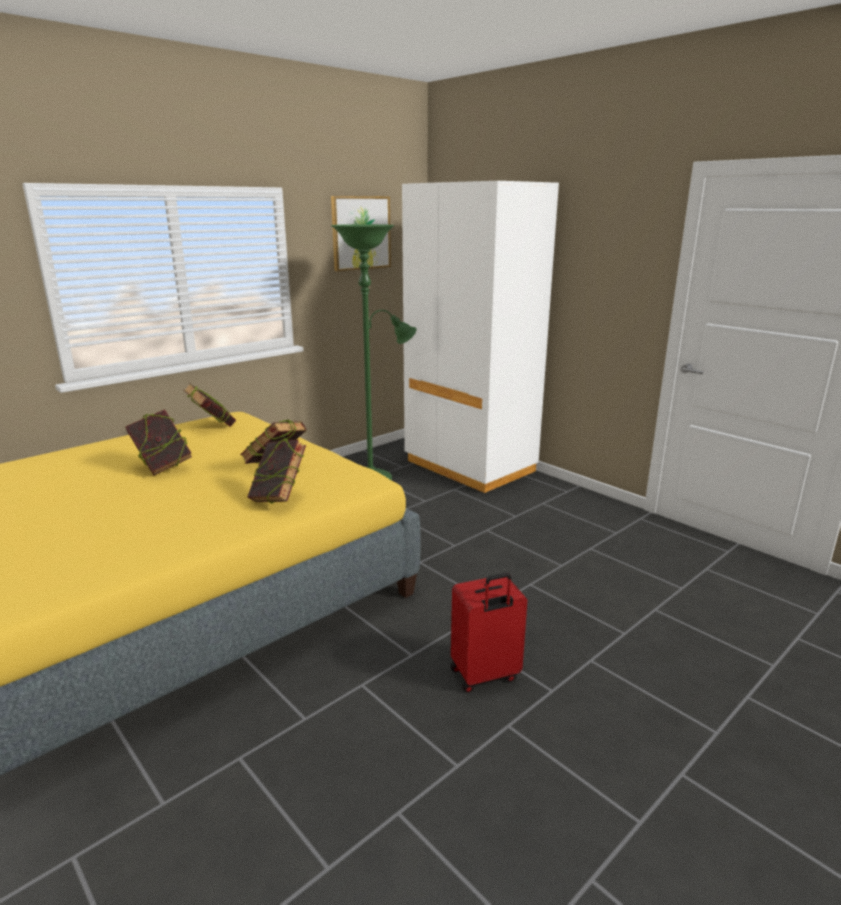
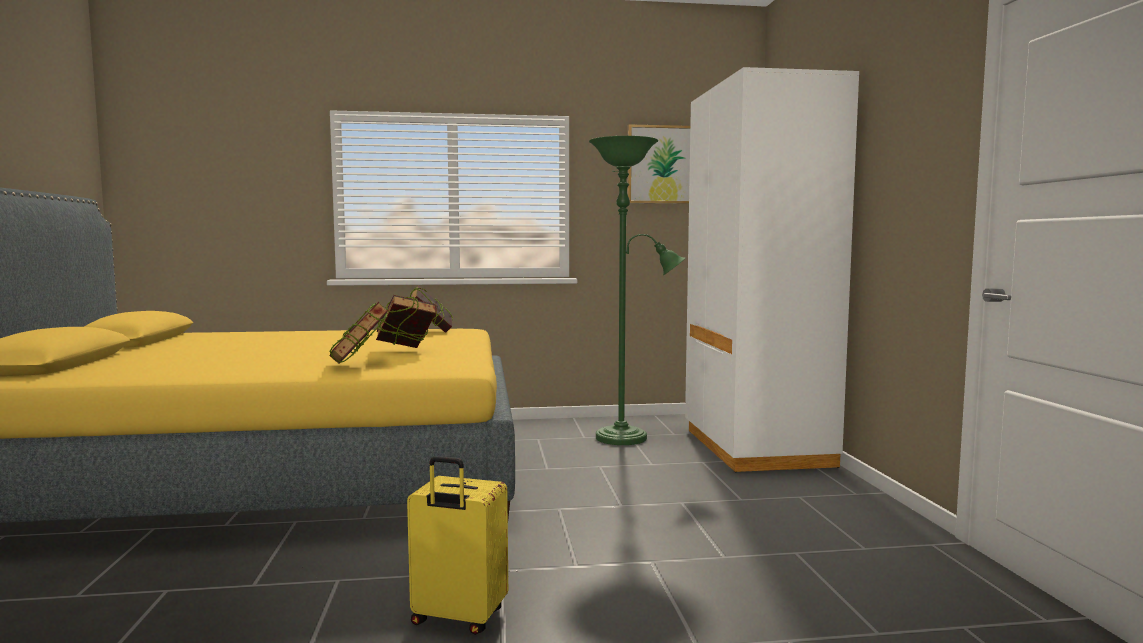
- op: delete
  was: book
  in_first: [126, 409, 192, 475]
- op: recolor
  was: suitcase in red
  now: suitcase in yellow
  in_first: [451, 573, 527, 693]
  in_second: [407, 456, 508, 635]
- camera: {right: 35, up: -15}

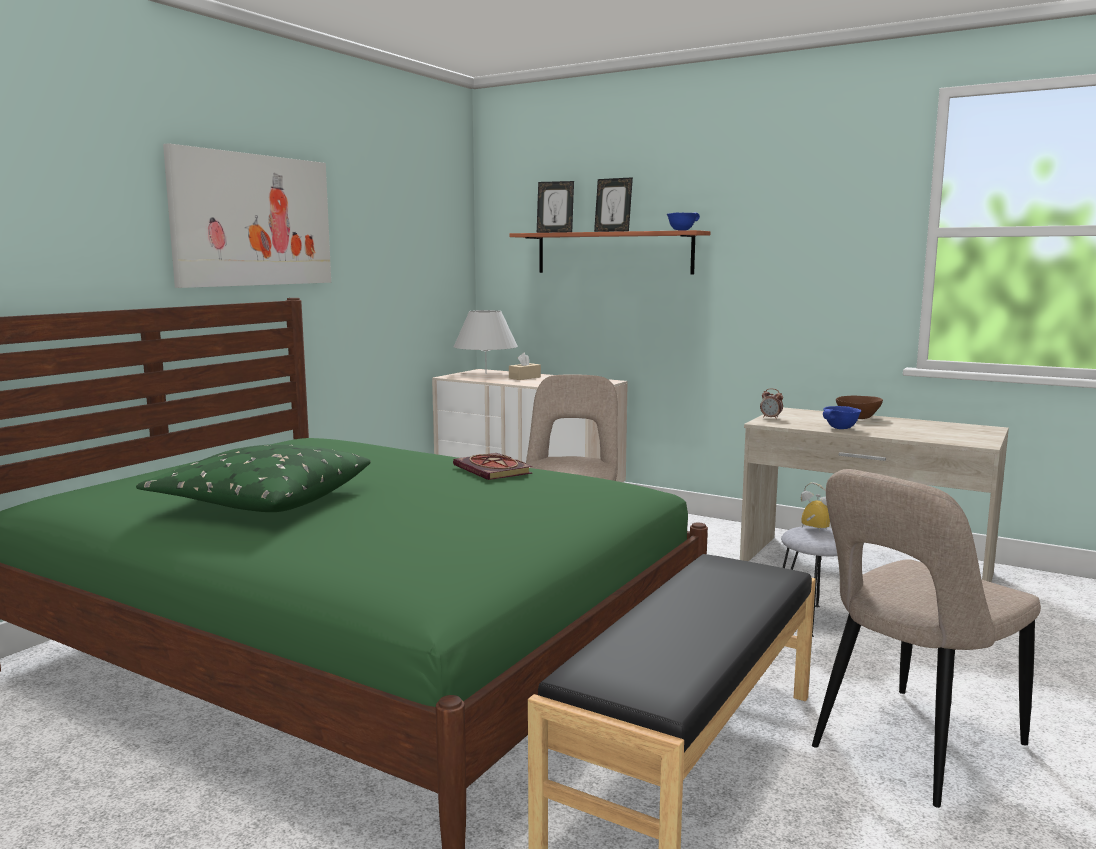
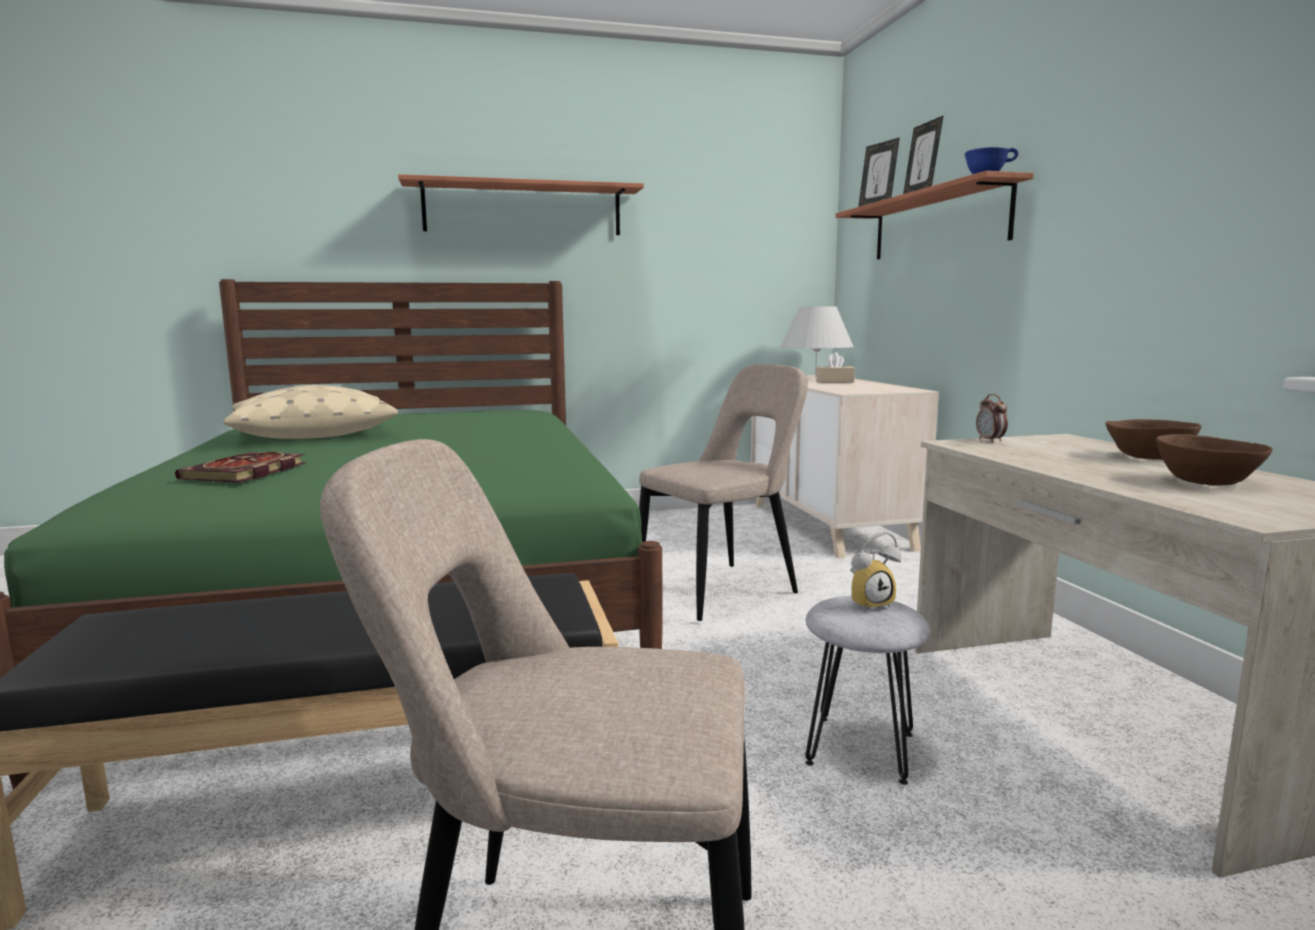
- op: recolor
  was: pillow in green
  now: pillow in beige
  in_first: [136, 444, 371, 512]
  in_second: [223, 385, 398, 439]
- op: replace
  was: picture
  now: shelf
  in_first: [163, 143, 331, 288]
  in_second: [398, 174, 644, 235]
- op: move
  was: book
  in_first: [453, 453, 532, 480]
  in_second: [175, 452, 306, 482]
- op: rotate
  was: alarm clock
  in_first: [801, 482, 830, 532]
  in_second: [850, 532, 901, 612]
  clockwise: 75
- op: delete
  was: bowl in blue
  in_first: [823, 406, 861, 429]
- op: insert
  now: bowl in brown
  in_second: [1156, 434, 1273, 486]
- camera: {right: 45, up: 0}

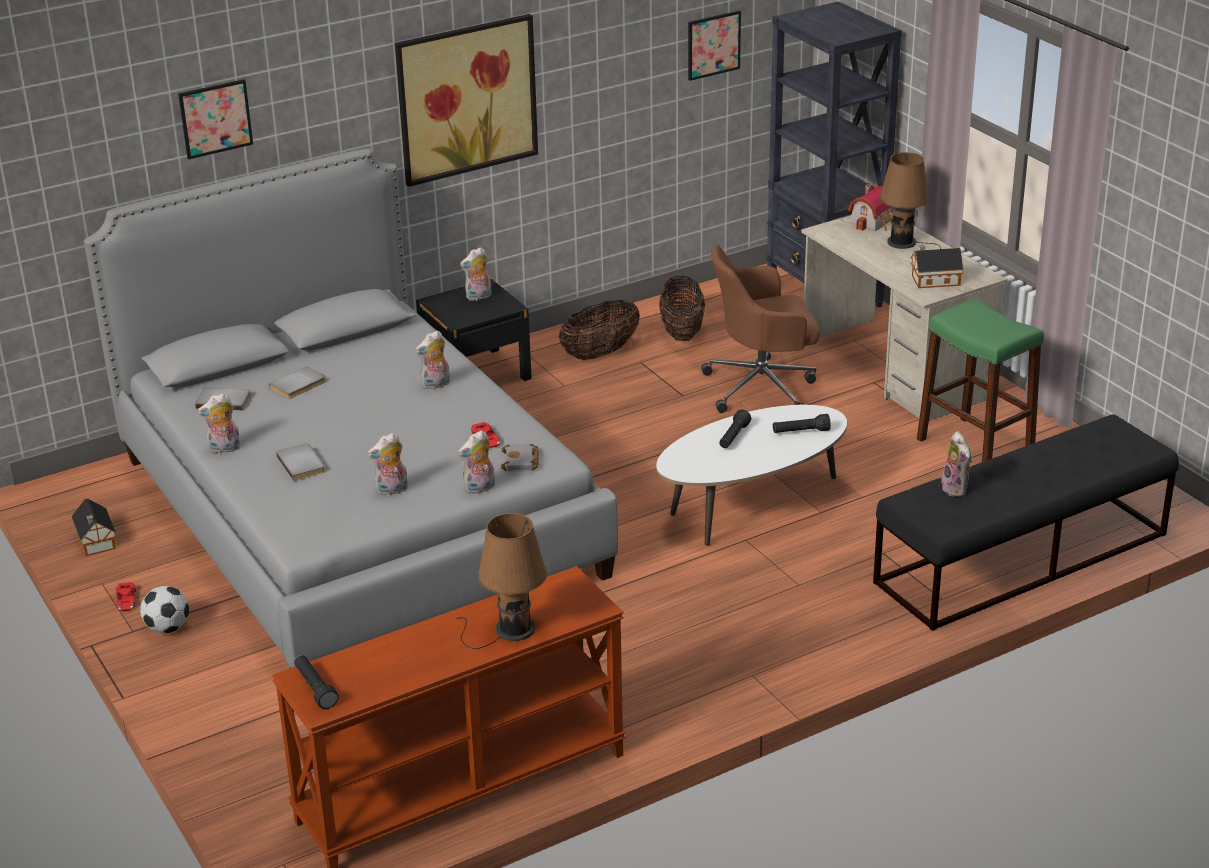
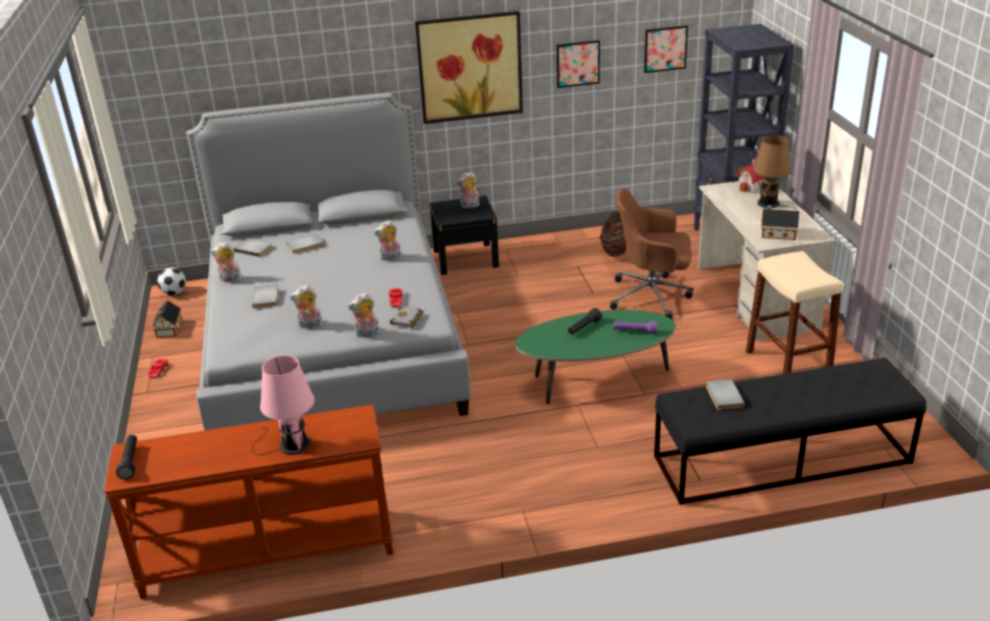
- op: move
  was: football
  in_first: [140, 586, 189, 634]
  in_second: [157, 268, 186, 295]
- op: move
  was: picture
  in_first: [178, 79, 253, 159]
  in_second: [557, 40, 600, 88]
- op: recolor
  was: table lamp in brown
  now: table lamp in pink
  in_first: [456, 513, 547, 649]
  in_second: [252, 355, 315, 455]
- op: delete
  was: basket
  in_first: [559, 300, 640, 360]
- op: recolor
  was: coffee table in white
  now: coffee table in green
  in_first: [656, 405, 847, 546]
  in_second: [516, 310, 675, 404]
- op: recolor
  was: flashlight in black
  now: flashlight in purple
  in_first: [773, 414, 831, 433]
  in_second: [614, 321, 657, 334]
- op: recolor
  was: stool in green
  now: stool in beige
  in_first: [917, 298, 1044, 462]
  in_second: [746, 251, 843, 374]
- op: replace
  was: plush toy
  now: book in grey
  in_first: [941, 431, 972, 497]
  in_second: [706, 379, 745, 410]
- camera: {right: 20, up: 0}

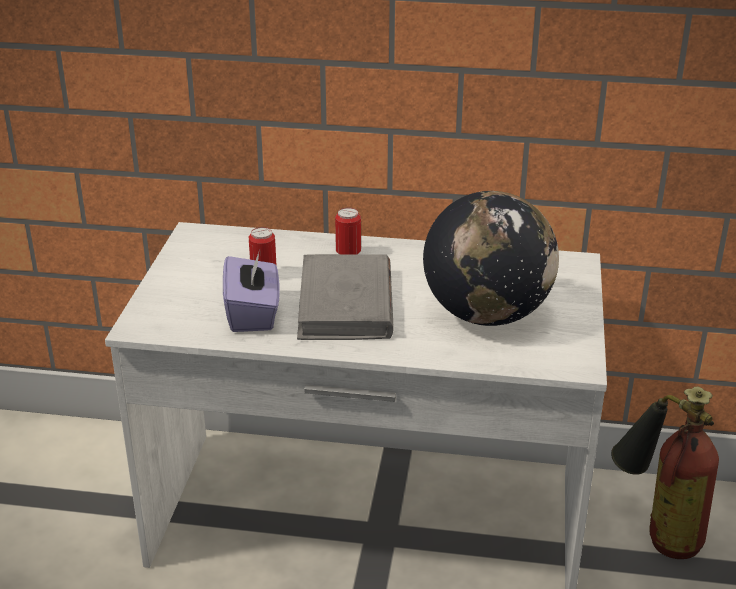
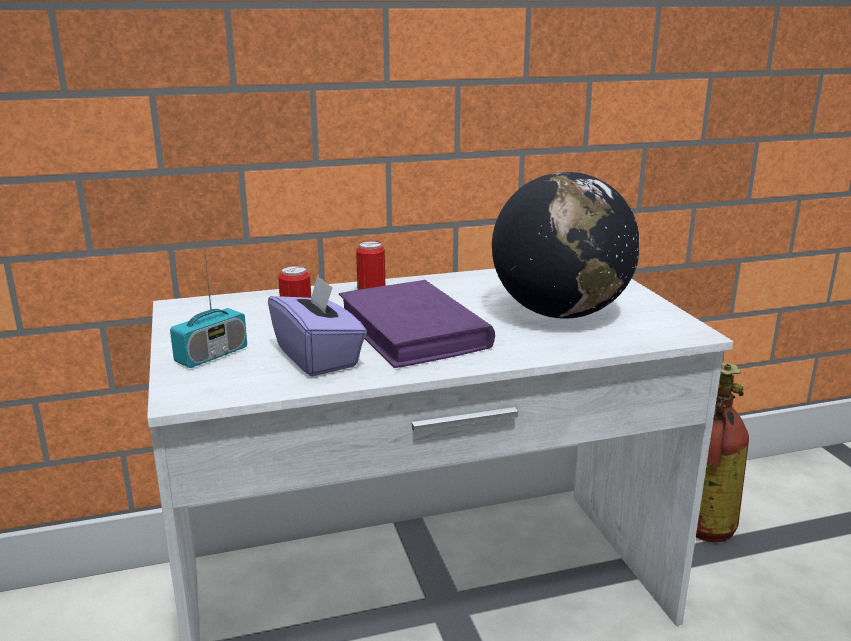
- op: recolor
  was: book in grey
  now: book in purple
  in_first: [297, 254, 394, 340]
  in_second: [339, 280, 495, 368]
- op: insert
  now: radio
  in_second: [170, 248, 247, 368]
- camera: {right: -25, up: -10}

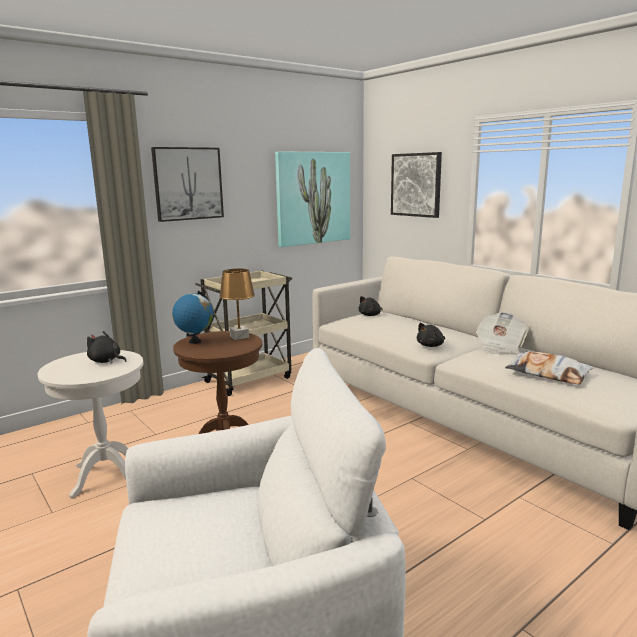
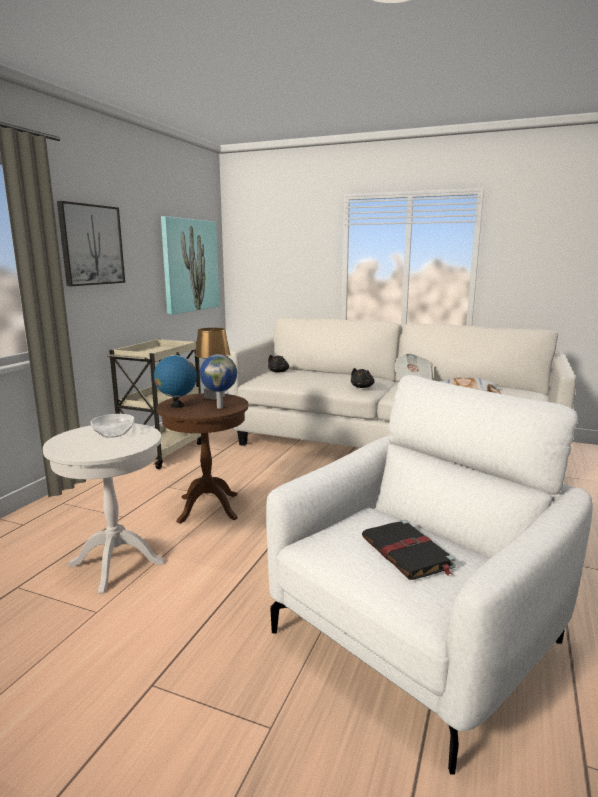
- op: replace
  was: plush toy in black
  now: bowl
  in_first: [87, 331, 127, 363]
  in_second: [91, 414, 134, 438]
- op: delete
  was: picture
  in_first: [391, 152, 442, 218]
- op: insert
  now: globe
  in_second: [200, 354, 237, 409]
- op: insert
  now: book in black
  in_second: [362, 520, 456, 580]
- camera: {right: -30, up: 0}

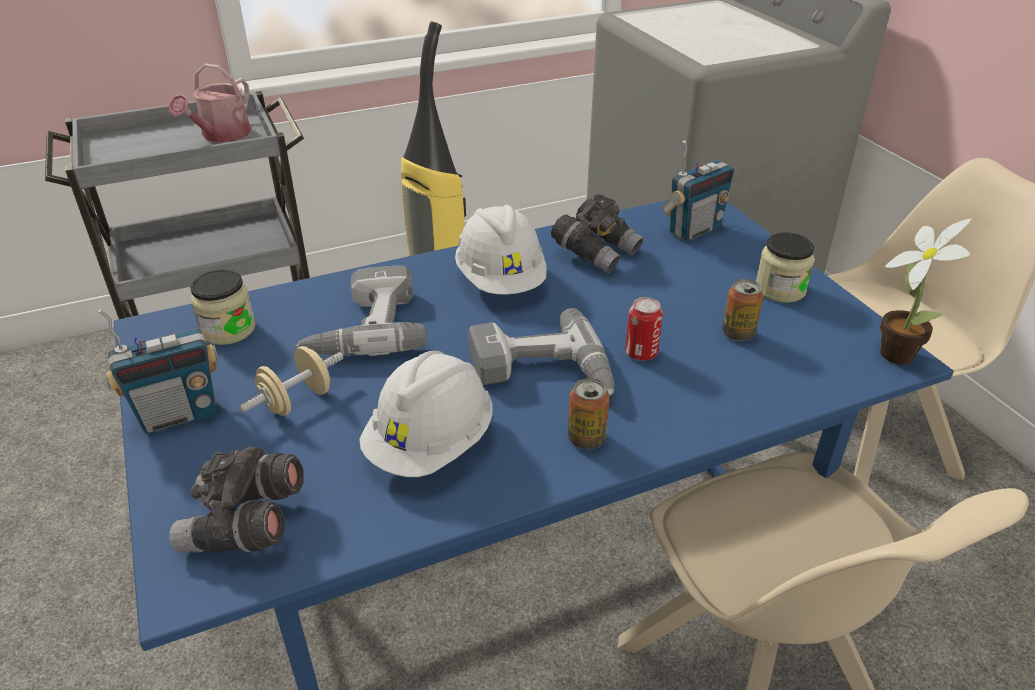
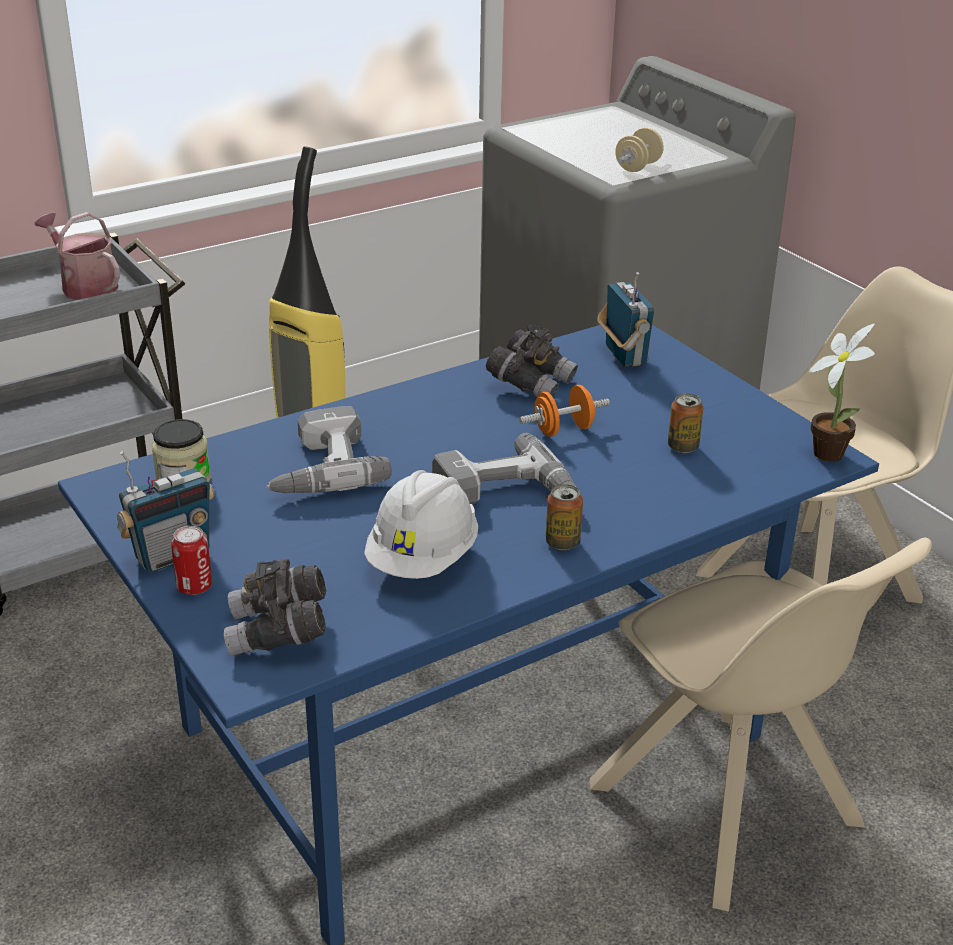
- op: rotate
  was: watering can
  in_first: [169, 64, 251, 143]
  in_second: [34, 212, 120, 300]
  clockwise: 120
- op: move
  was: dumbbell in beige
  in_first: [239, 346, 344, 416]
  in_second: [615, 127, 664, 172]
- op: delete
  was: hard hat in white
  in_first: [455, 205, 546, 295]
- op: move
  was: can
  in_first: [625, 297, 663, 361]
  in_second: [171, 526, 212, 595]
- op: rotate
  was: radio
  in_first: [662, 141, 734, 242]
  in_second: [597, 272, 654, 367]
  clockwise: -60
- op: delete
  was: jar
  in_first: [756, 232, 815, 303]
- op: insert
  now: dumbbell in orange
  in_second: [519, 385, 610, 436]
- camera: {right: -10, up: -5}

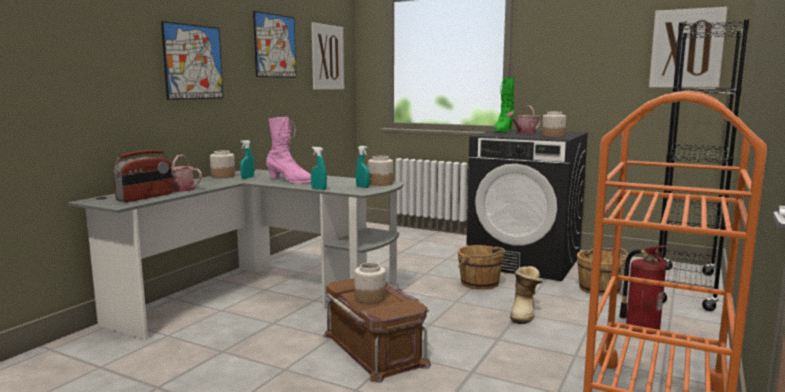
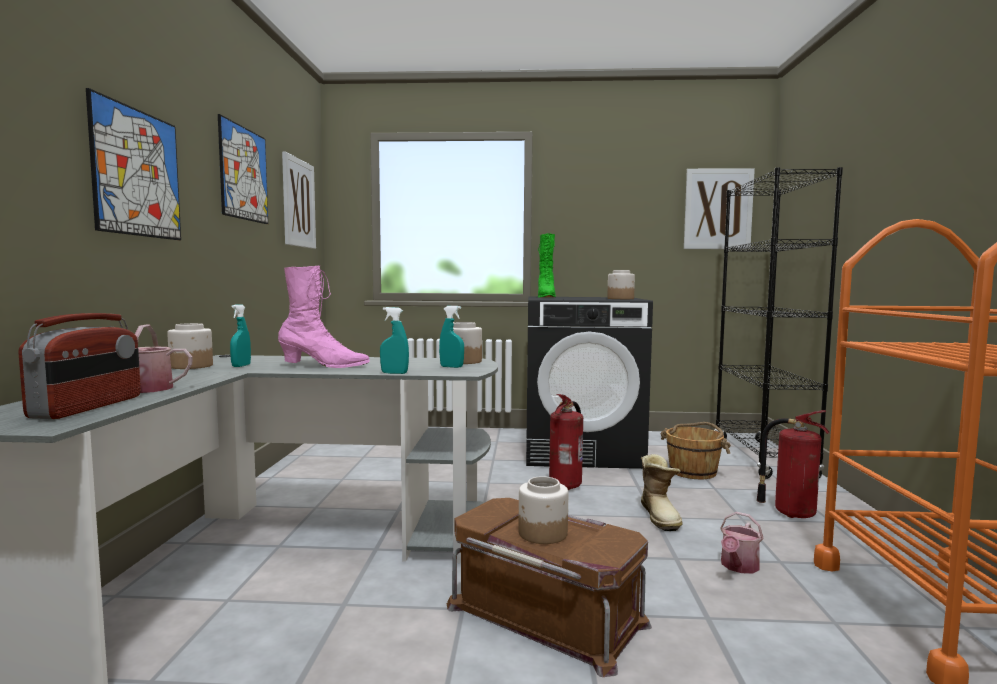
- op: replace
  was: bucket in brown
  now: fire extinguisher
  in_first: [458, 245, 506, 290]
  in_second: [549, 394, 583, 490]
- op: move
  was: watering can
  in_first: [506, 105, 541, 134]
  in_second: [720, 512, 764, 573]
- camera: {right: -25, up: -5}

